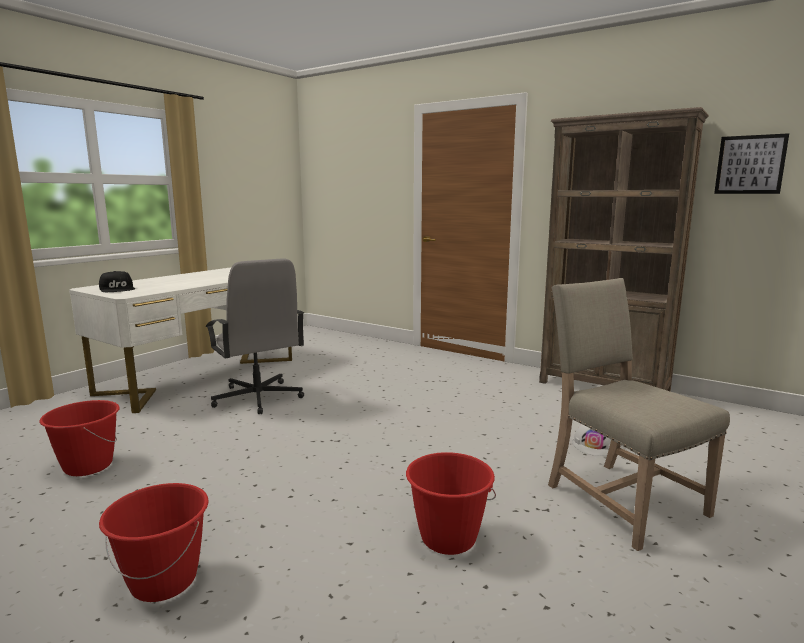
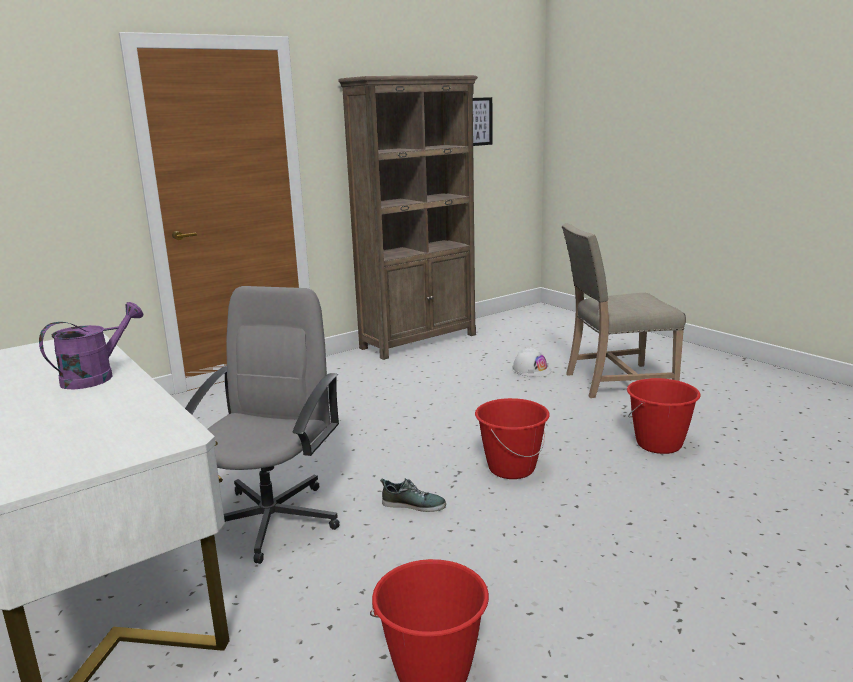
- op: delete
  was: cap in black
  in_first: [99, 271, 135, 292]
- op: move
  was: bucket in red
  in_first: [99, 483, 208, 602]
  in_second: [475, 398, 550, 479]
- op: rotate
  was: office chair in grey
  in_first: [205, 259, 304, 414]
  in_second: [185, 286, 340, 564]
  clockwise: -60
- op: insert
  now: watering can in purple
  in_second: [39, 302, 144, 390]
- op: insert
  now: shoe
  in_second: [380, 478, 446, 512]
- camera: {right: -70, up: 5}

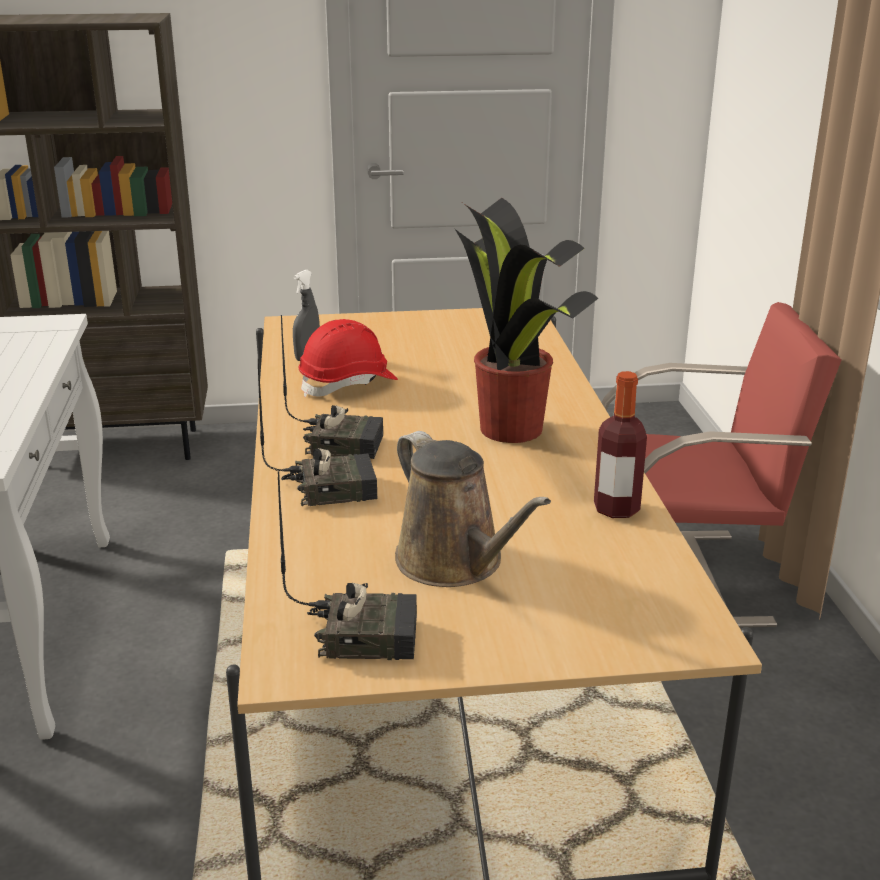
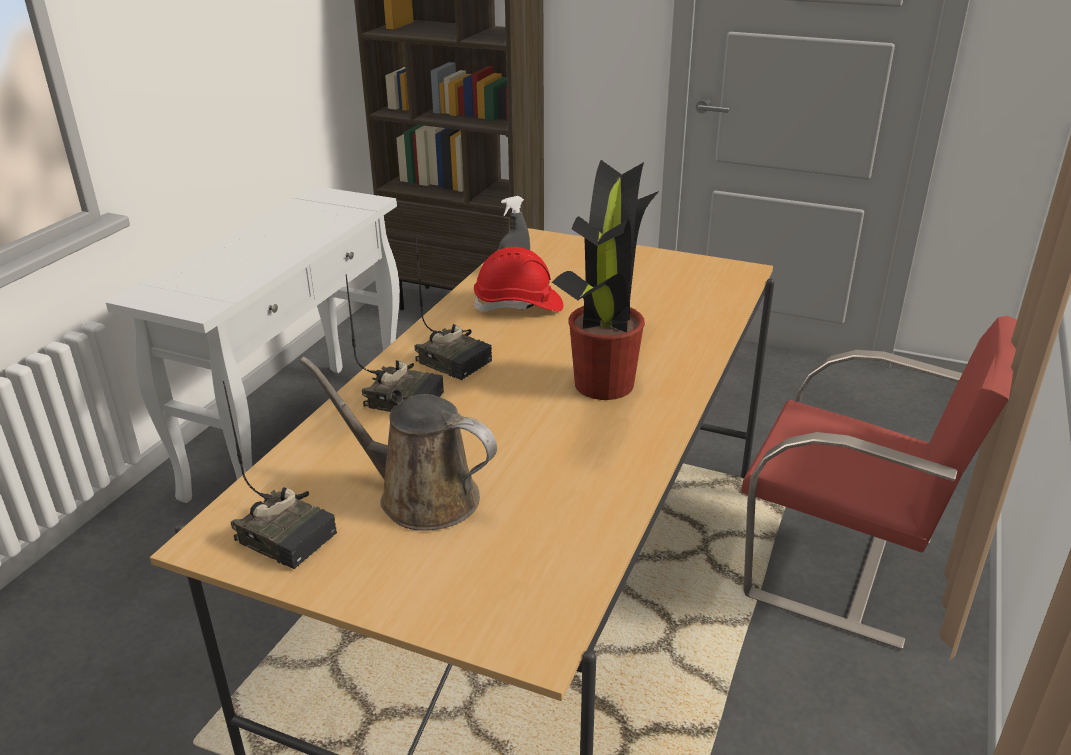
- op: rotate
  was: watering can in brown
  in_first: [395, 431, 551, 587]
  in_second: [300, 357, 497, 531]
  clockwise: 120
- op: delete
  was: bottle
  in_first: [594, 371, 647, 518]
- camera: {right: 30, up: 5}

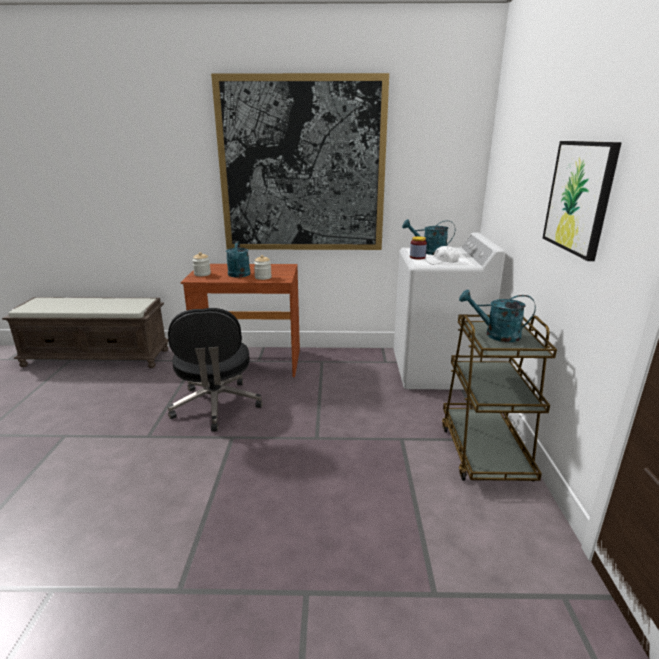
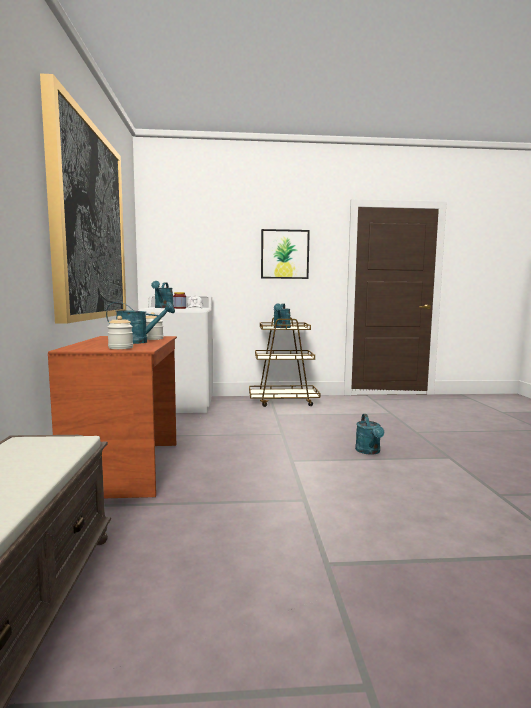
- op: delete
  was: office chair in black
  in_first: [168, 308, 263, 431]
- op: insert
  now: watering can in turquoise
  in_second: [355, 414, 384, 455]
- camera: {right: -95, up: -15}

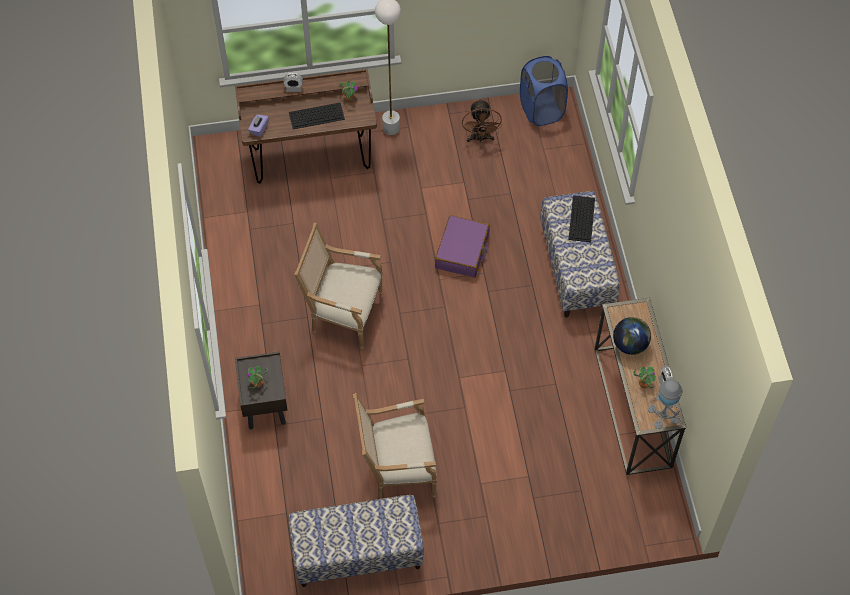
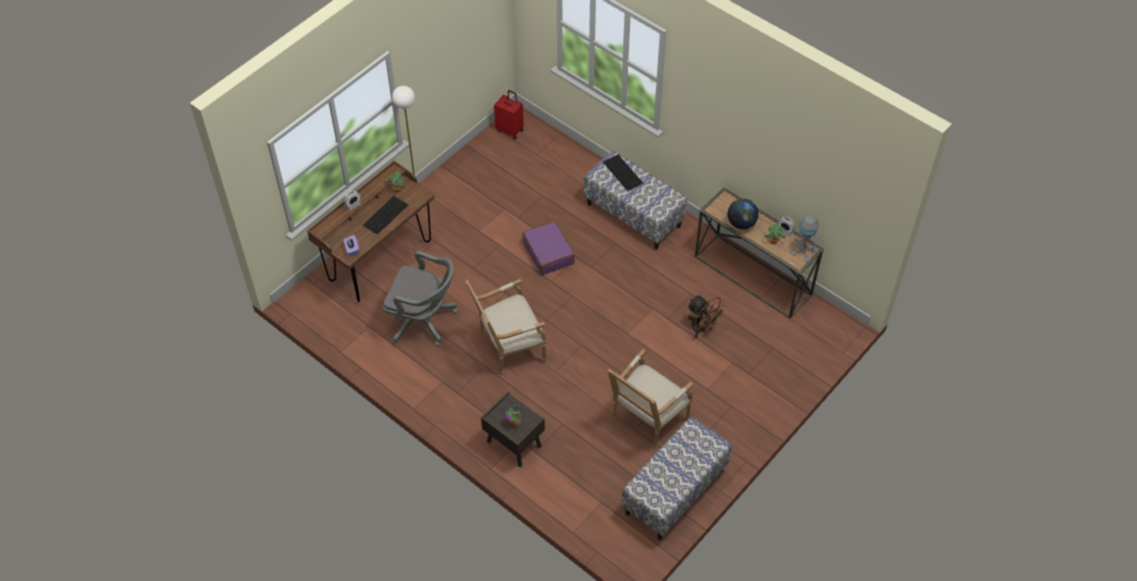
- op: move
  was: fan in brown
  in_first: [462, 99, 502, 143]
  in_second: [687, 296, 727, 338]
- op: replace
  was: laundry basket in blue
  now: suitcase in red
  in_first: [520, 56, 568, 126]
  in_second: [494, 90, 524, 139]
- op: insert
  now: office chair in grey
  in_second: [382, 251, 458, 347]
- camera: {right: -40, up: -5}

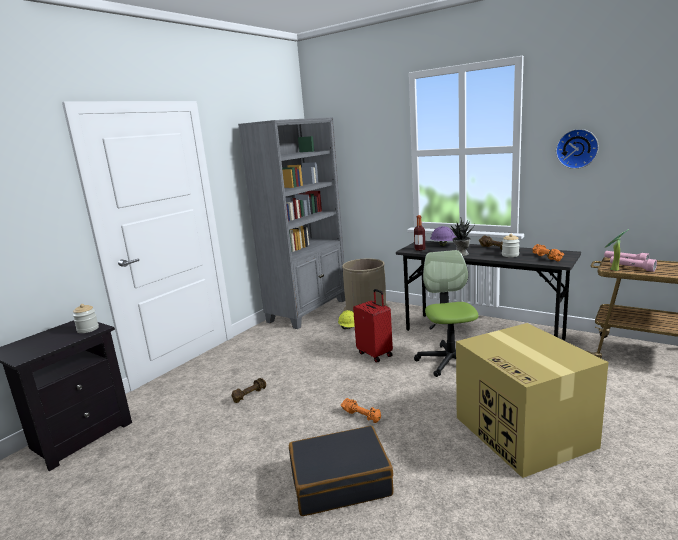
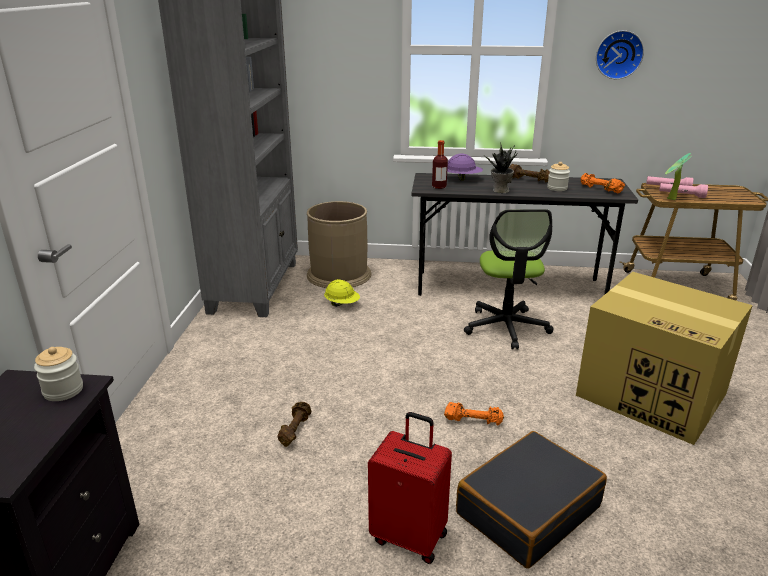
- op: move
  was: suitcase in red
  in_first: [353, 289, 393, 363]
  in_second: [368, 412, 452, 564]
- op: rotate
  was: office chair
  in_first: [414, 250, 479, 377]
  in_second: [464, 209, 553, 349]
  clockwise: -150
- camera: {right: -30, up: 10}

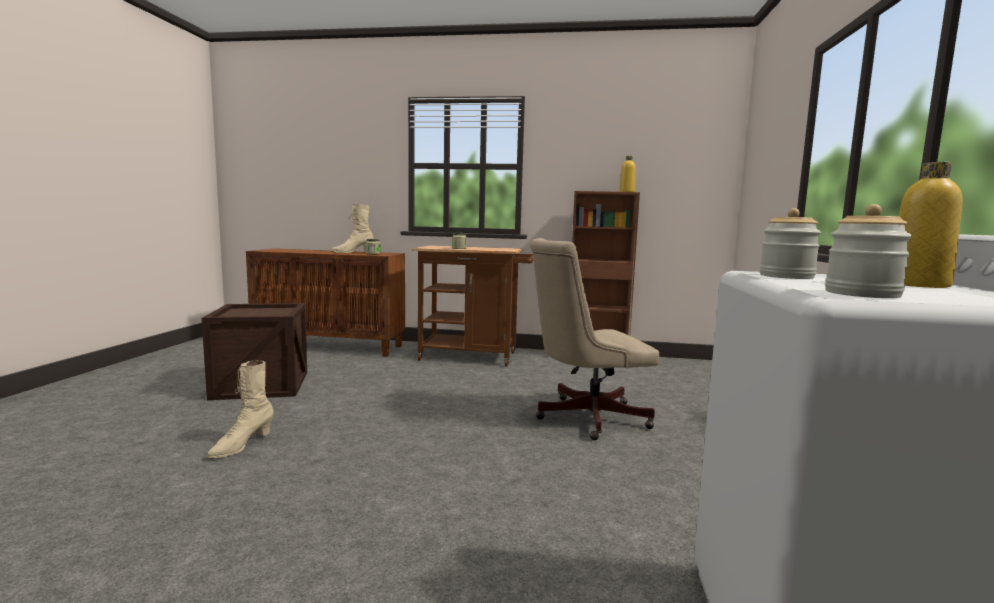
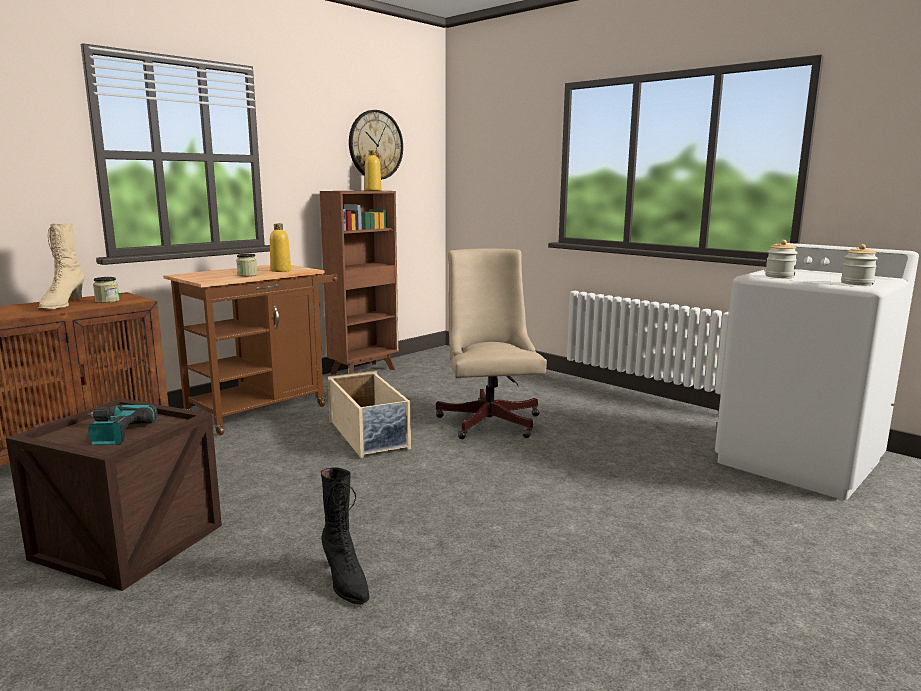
- op: recolor
  was: boot in beige
  now: boot in black
  in_first: [206, 361, 274, 458]
  in_second: [321, 467, 369, 605]
- op: rotate
  was: office chair in beige
  in_first: [530, 238, 659, 440]
  in_second: [436, 248, 547, 439]
  clockwise: 150
- op: move
  was: bottle in yellow
  in_first: [899, 162, 963, 288]
  in_second: [270, 223, 291, 272]
- op: insert
  now: power drill
  in_second: [88, 405, 158, 445]
- op: insert
  now: storage box in beige
  in_second: [328, 371, 411, 458]
- op: insert
  now: wall clock
  in_second: [349, 110, 403, 180]
- camera: {right: -55, up: 5}

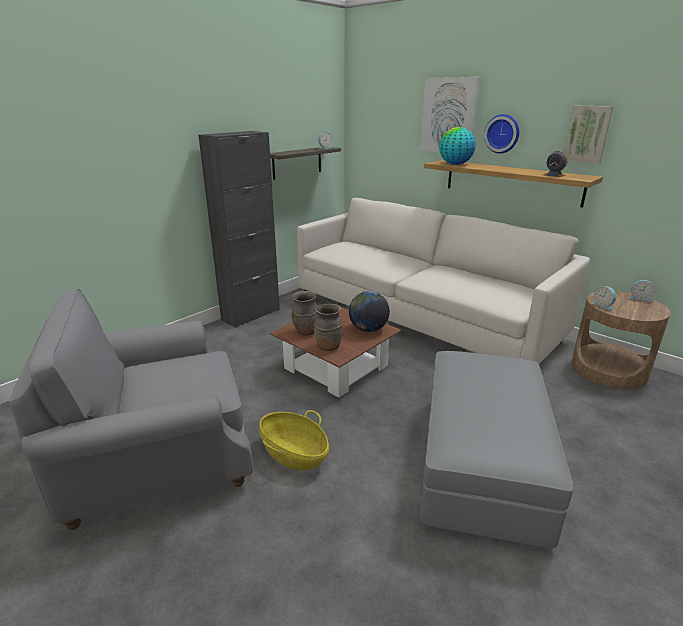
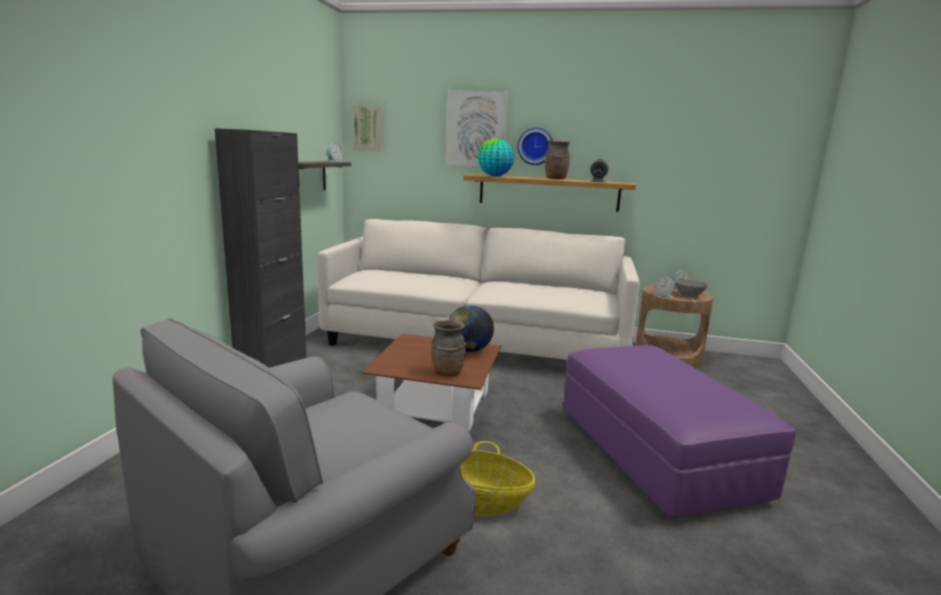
- op: move
  was: vase in brown
  in_first: [292, 291, 317, 335]
  in_second: [545, 141, 570, 180]
- op: recolor
  was: ottoman in grey
  now: ottoman in purple
  in_first: [420, 351, 573, 548]
  in_second: [563, 345, 796, 518]
- op: move
  was: picture
  in_first: [564, 106, 614, 164]
  in_second: [352, 105, 382, 151]
- op: insert
  now: bowl in grey
  in_second: [675, 280, 708, 296]
- camera: {right: -30, up: -10}

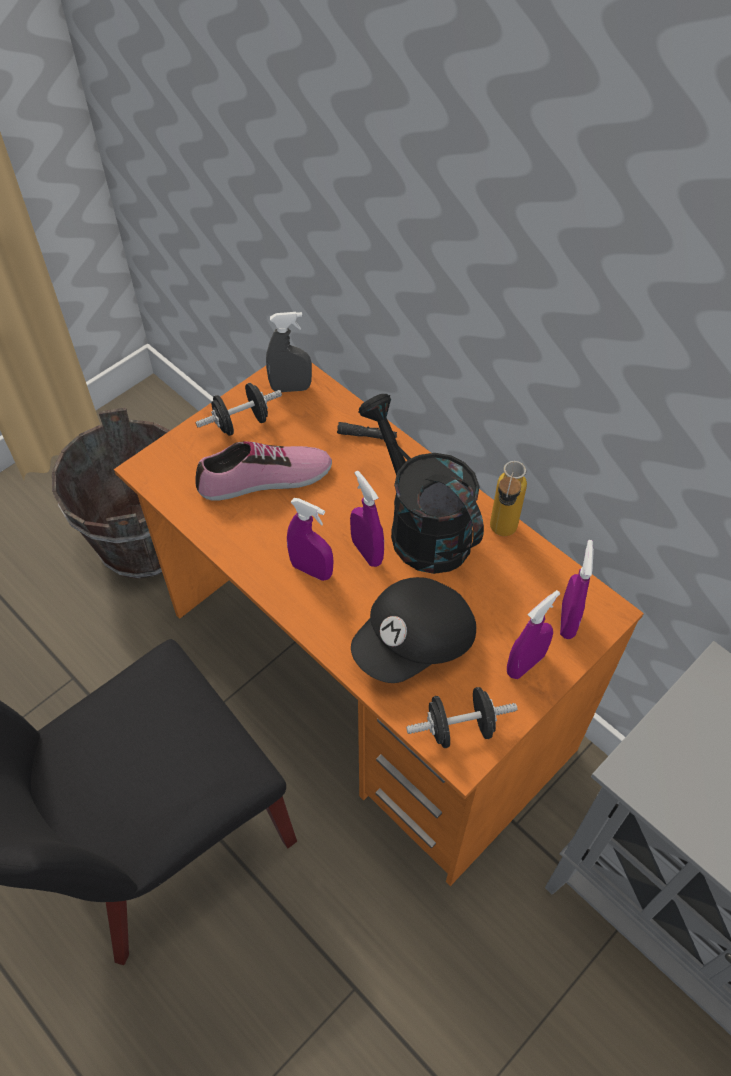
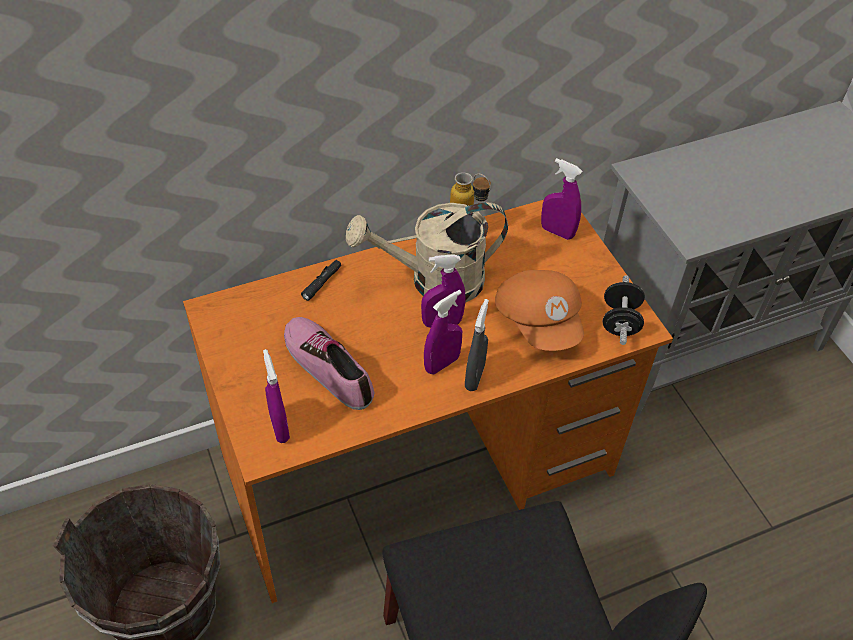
- op: rotate
  was: shoe
  in_first: [195, 441, 332, 501]
  in_second: [284, 317, 374, 410]
  clockwise: -45
- op: delete
  was: dumbbell in black
  in_first: [196, 383, 282, 436]
- op: move
  was: spray bottle in grey
  in_first: [266, 312, 312, 392]
  in_second: [465, 299, 489, 391]
- op: recolor
  was: cap in black
  now: cap in orange
  in_first: [351, 577, 476, 683]
  in_second: [495, 270, 584, 351]
- op: recolor
  was: watering can in black
  now: watering can in beige
  in_first: [358, 394, 484, 574]
  in_second: [346, 203, 508, 303]
- op: move
  was: spray bottle in purple
  in_first: [507, 590, 560, 679]
  in_second: [263, 349, 290, 443]
- camera: {right: -70, up: -5}

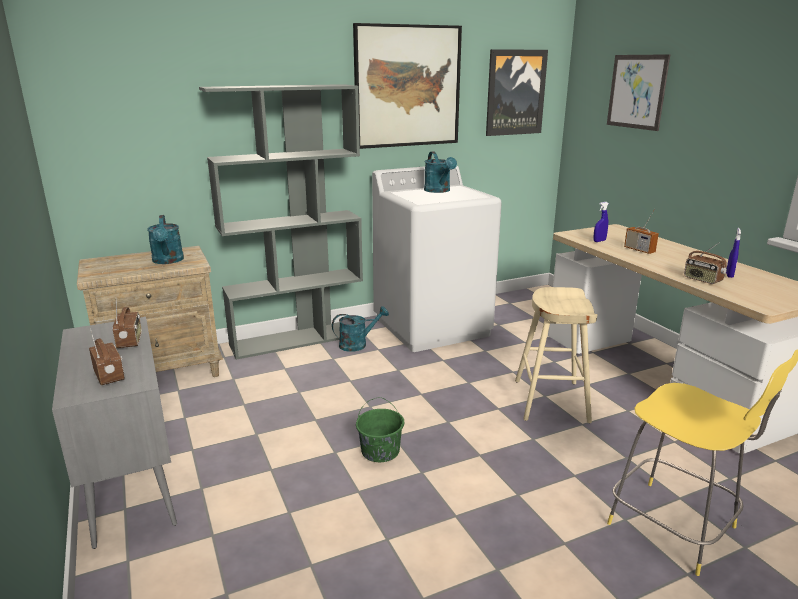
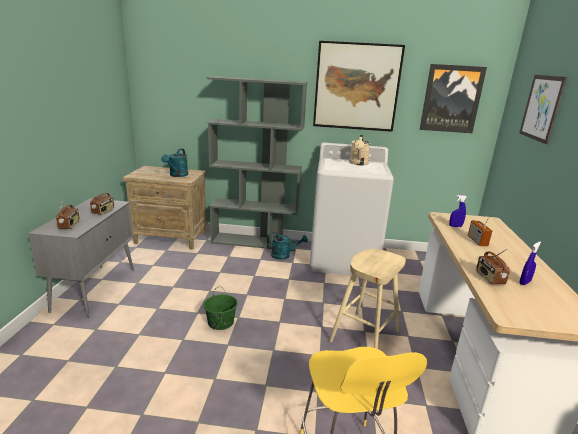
- op: recolor
  was: watering can in turquoise
  now: watering can in beige
  in_first: [424, 151, 457, 193]
  in_second: [349, 135, 370, 165]
- camera: {right: 30, up: 0}

